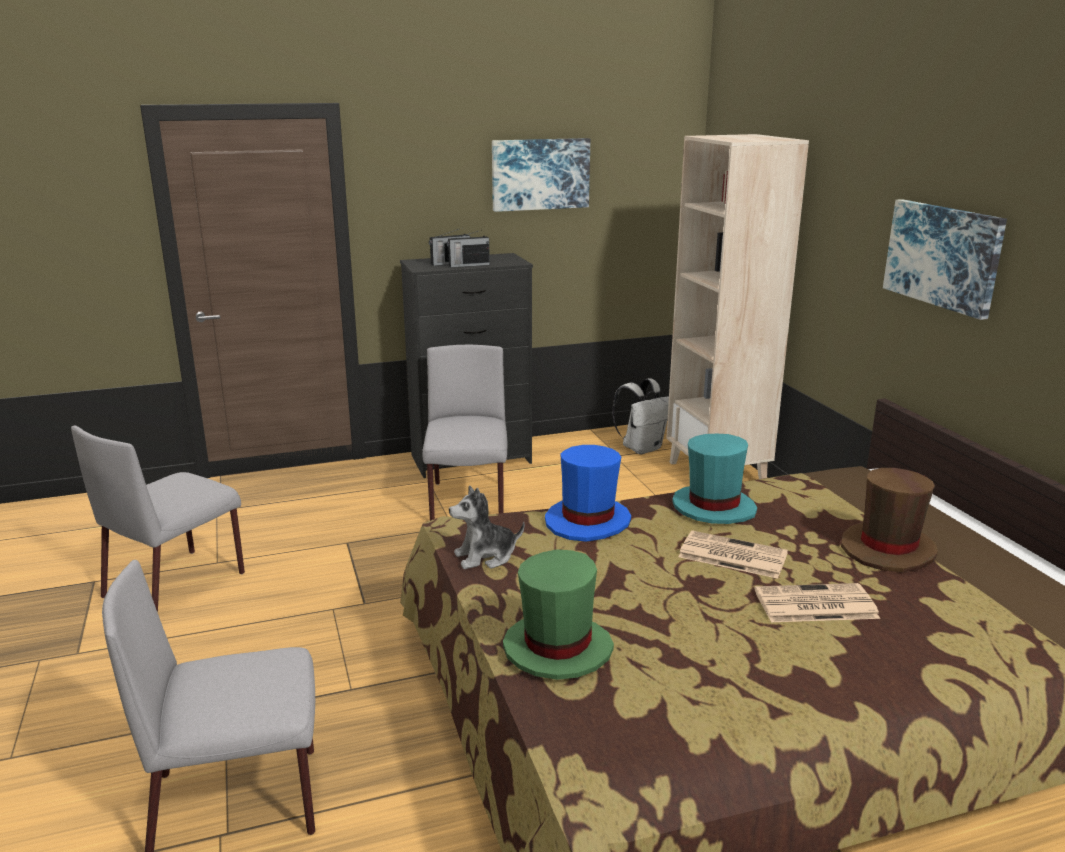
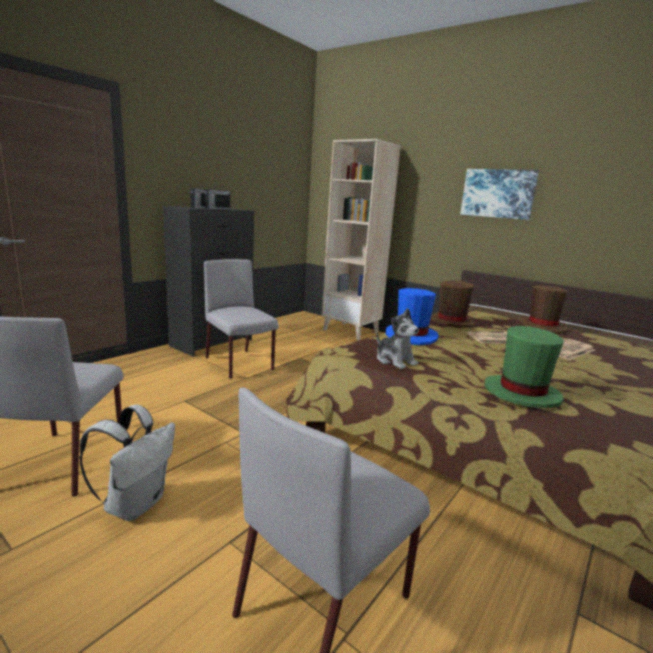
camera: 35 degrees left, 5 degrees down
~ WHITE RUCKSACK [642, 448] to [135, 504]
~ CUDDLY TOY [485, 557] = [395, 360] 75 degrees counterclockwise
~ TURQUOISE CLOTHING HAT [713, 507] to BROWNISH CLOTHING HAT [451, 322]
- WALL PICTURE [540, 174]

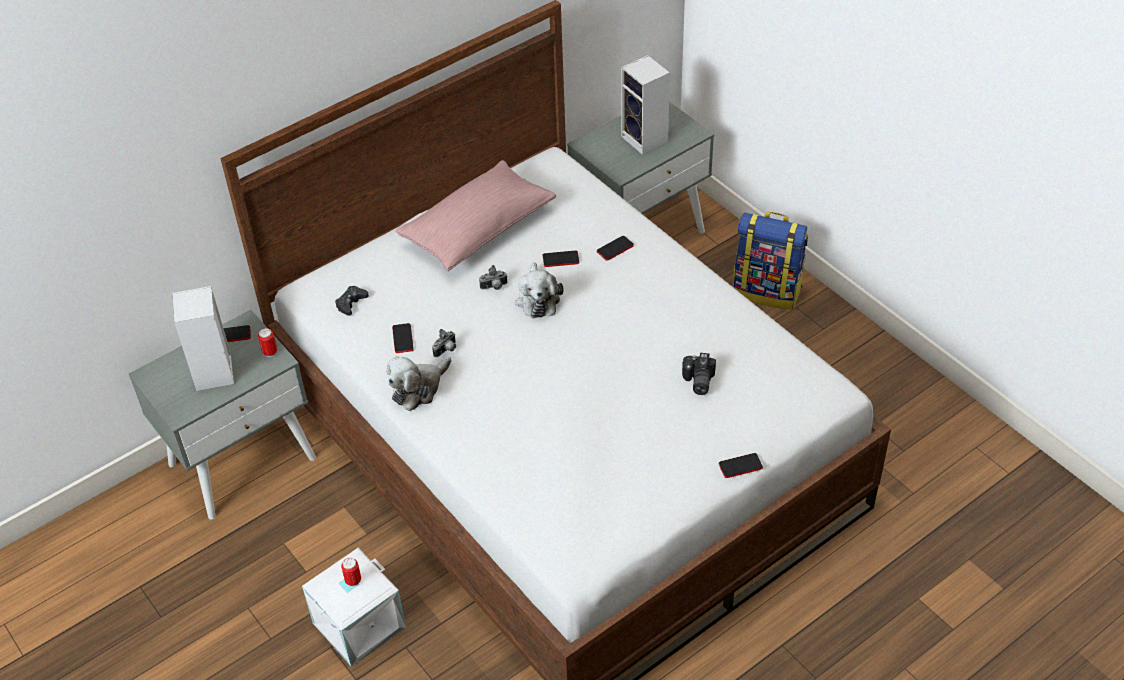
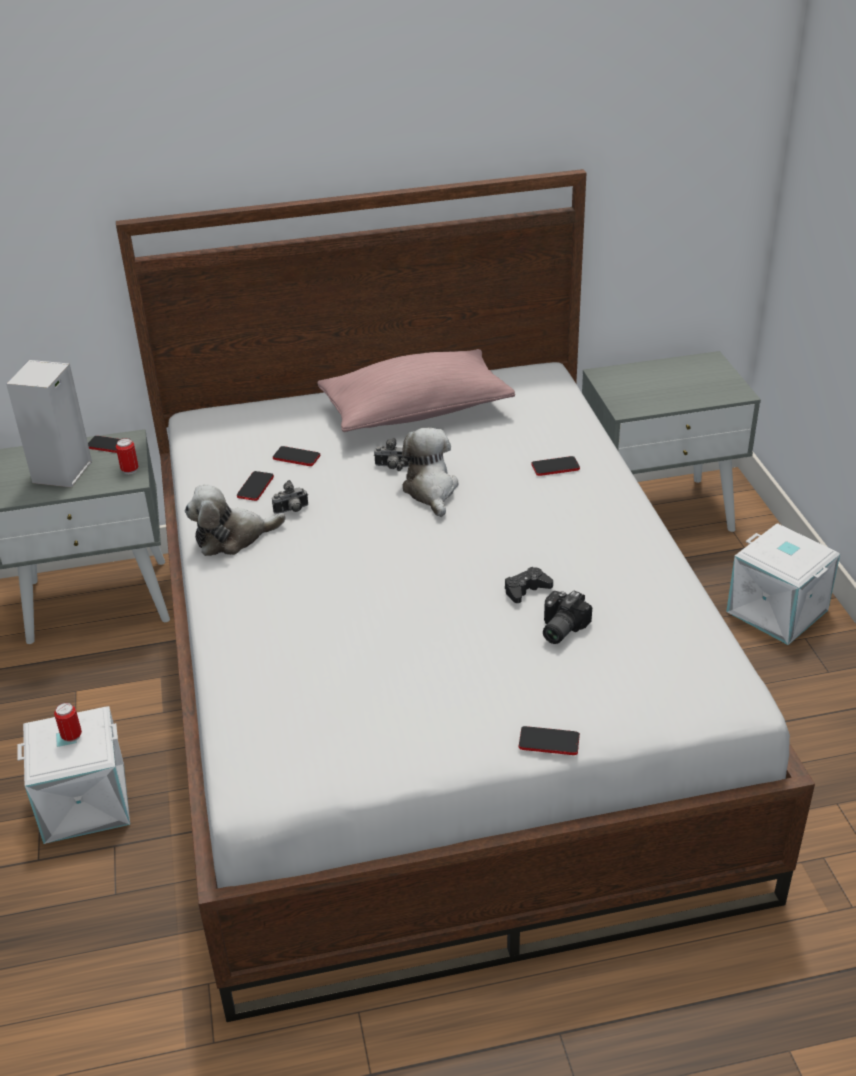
camera: 25 degrees right, 10 degrees down
~ TELEPHONE [560, 259] to [296, 457]
~ CUDDLY TOY [537, 298] = [430, 490] 150 degrees clockwise
~ BLACK-COLOURED JOYPAD [351, 303] to [526, 590]
~ RUCKSACK [767, 290] to WHITE STORAGE CONTAINER [778, 610]
- LOUDSPEAKER [646, 140]

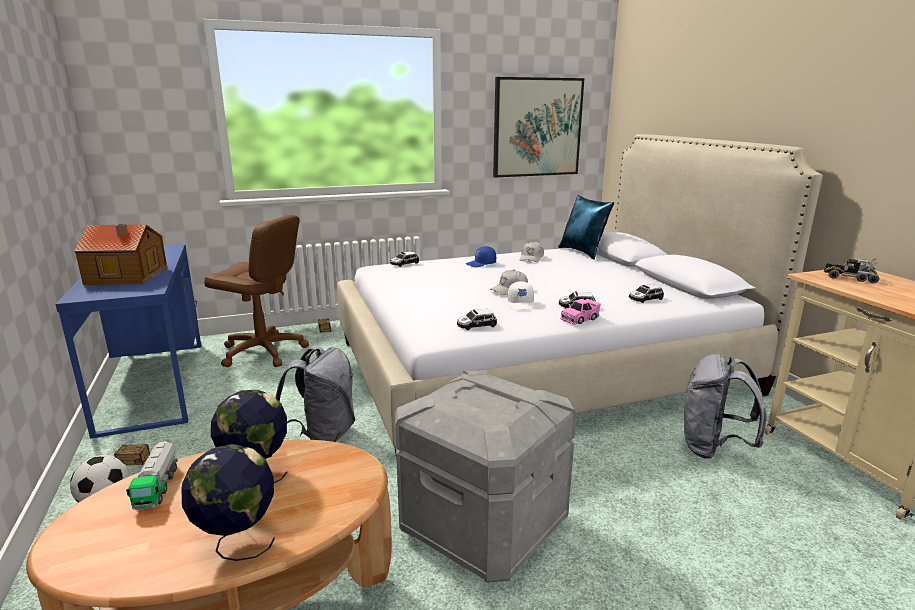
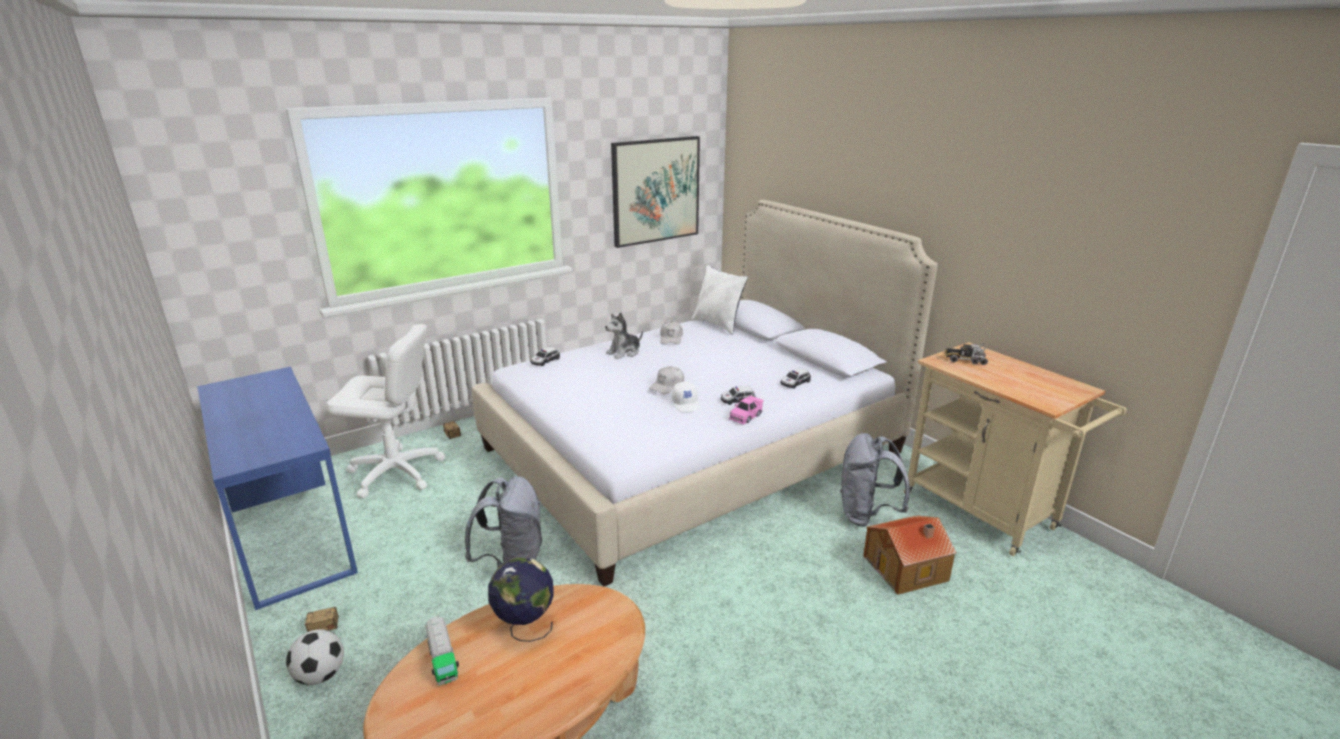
camera: 15 degrees left, 5 degrees up
~ BROWNISH OFFICE CHAIR [263, 352] to WHITE OFFICE CHAIR [396, 473]
~ BLUE-COLOURED CAP [481, 264] to CUDDLY TOY [624, 352]
~ BLUE-COLOURED PILLOW [583, 252] to WHITE PILLOW [718, 325]
~ TOY HOUSE [127, 276] to [907, 569]
- GLOBE [237, 542]
- GRAY STORAGE CONTAINER [482, 525]
- TOY CAR [476, 325]

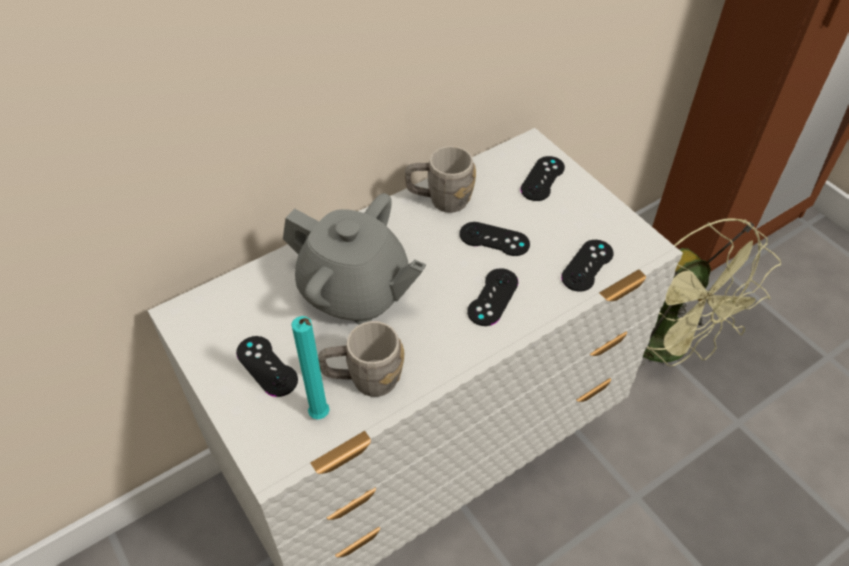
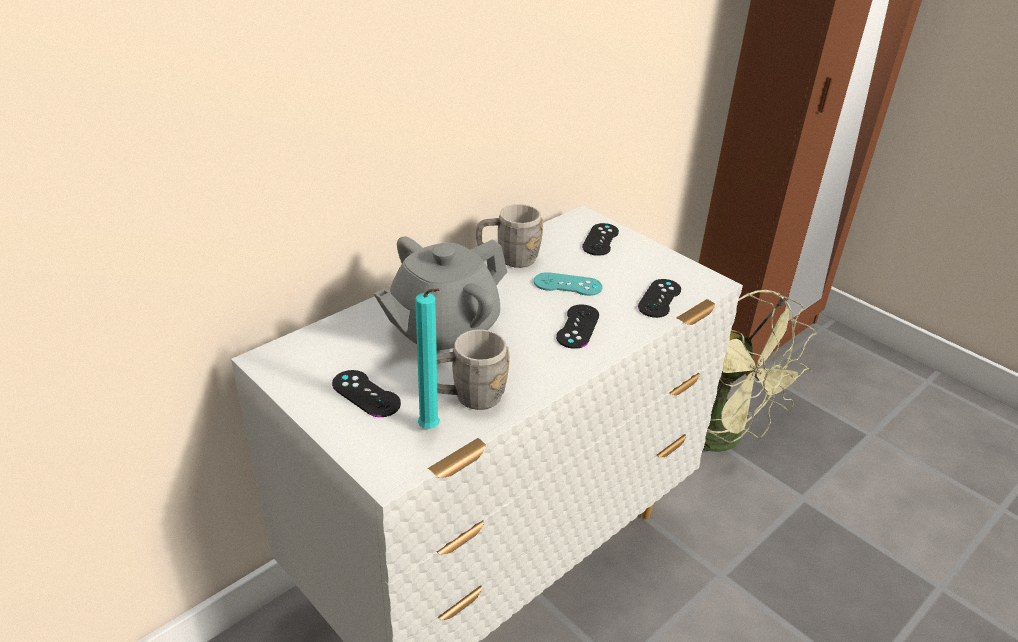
camera: 10 degrees left, 15 degrees down
~ GRAY TEAPOT [355, 292] = [443, 331] 120 degrees clockwise
~ BLACK-COLOURED JOYPAD [494, 239] to TURQUOISE JOYPAD [567, 284]

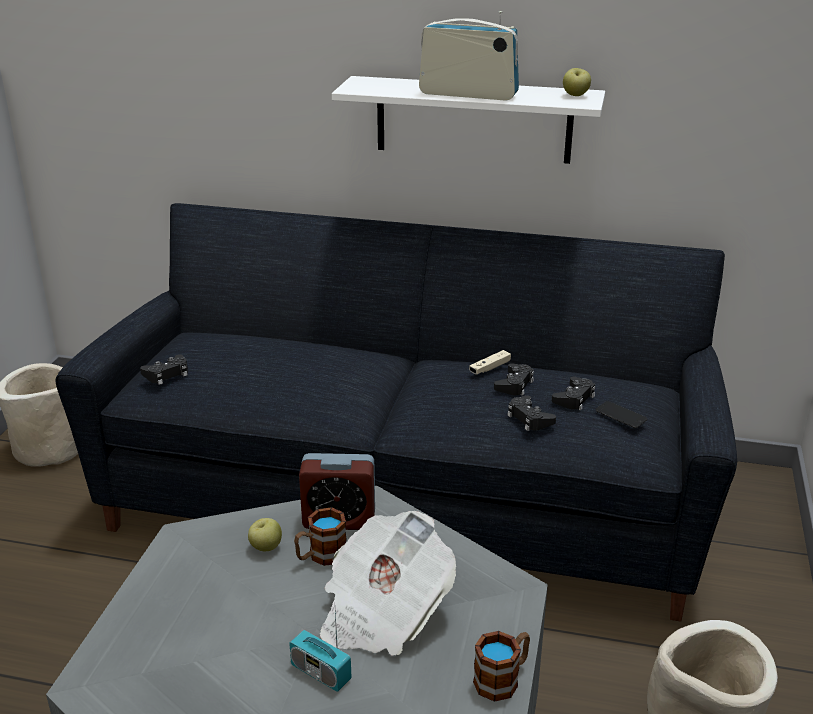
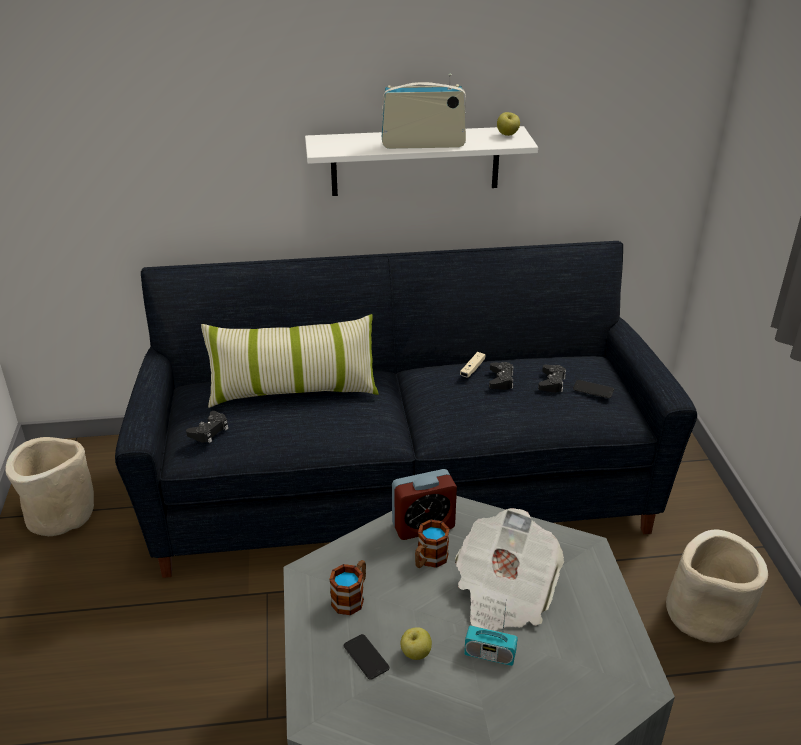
camera: 20 degrees left, 5 degrees up
+ PILLOW [293, 390]
~ MUG [503, 678] to [351, 597]
+ TELEPHONE [366, 657]
~ APPLE [265, 547] to [416, 654]
- BLACK-COLOURED JOYPAD [529, 418]

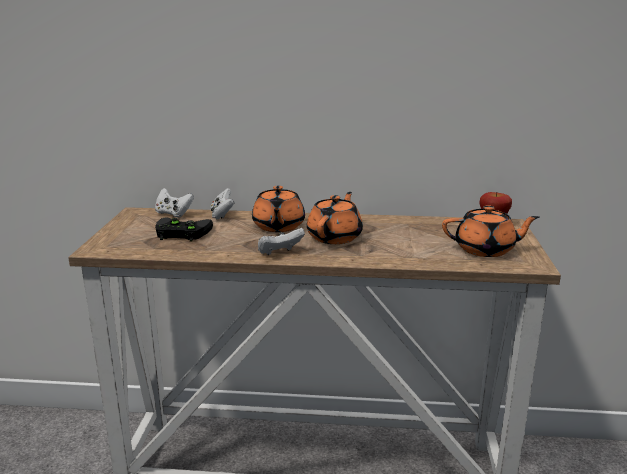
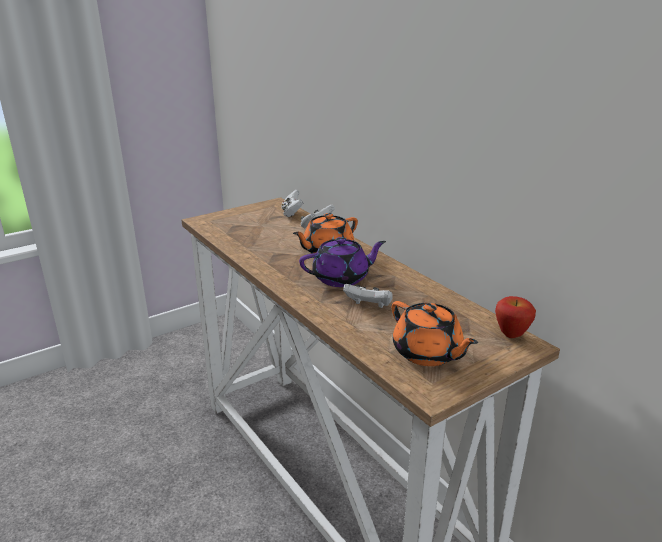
camera: 50 degrees right, 5 degrees up
~ ORANGEY TEAPOT [335, 237] to PURPLISH TEAPOT [342, 278]
~ WHITE JOYPAD [279, 253] to [369, 306]
- BLACK-COLOURED JOYPAD [180, 233]

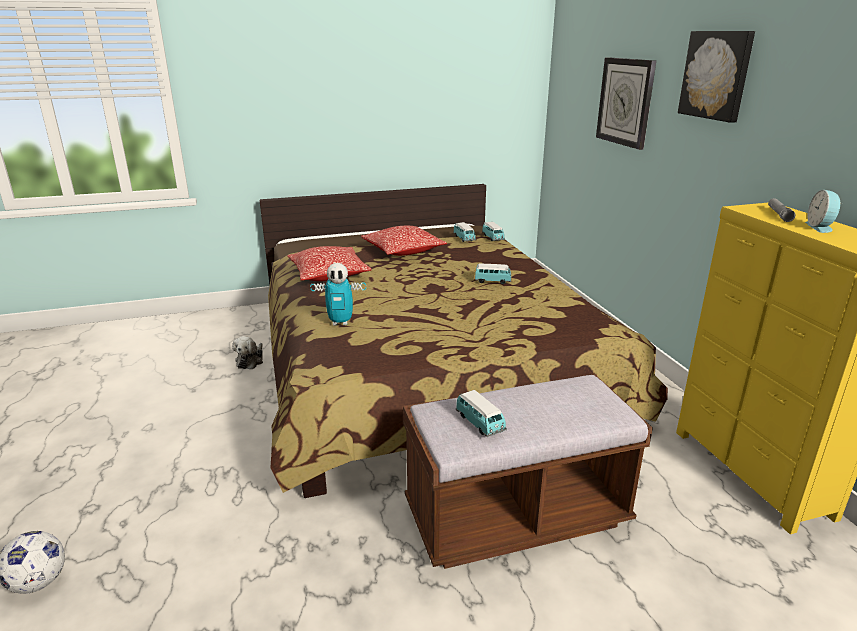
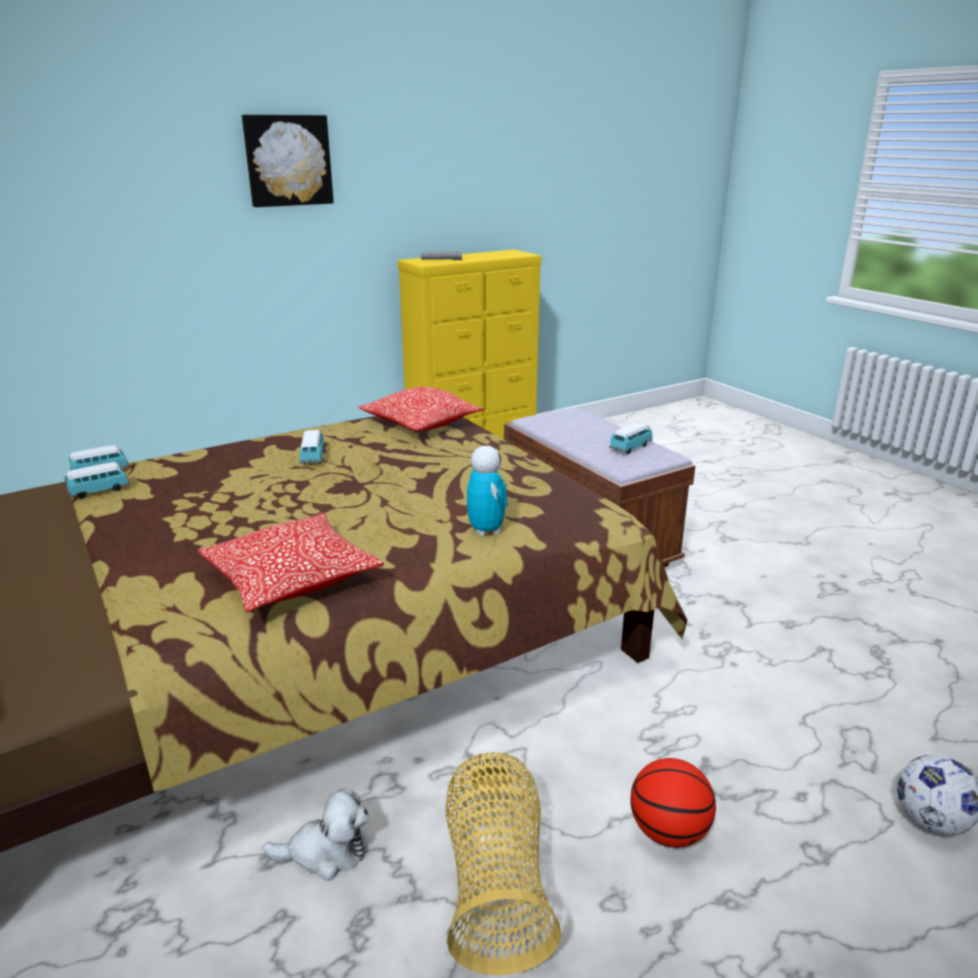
camera: 105 degrees left, 0 degrees up
~ PILLOW [403, 251] to [421, 424]
+ HOUSEHOLD BASKET [496, 884]
+ BASKETBALL BALL [668, 832]
- CLOCK ON THE WALL [625, 102]
- BEDSIDE CLOCK [820, 227]

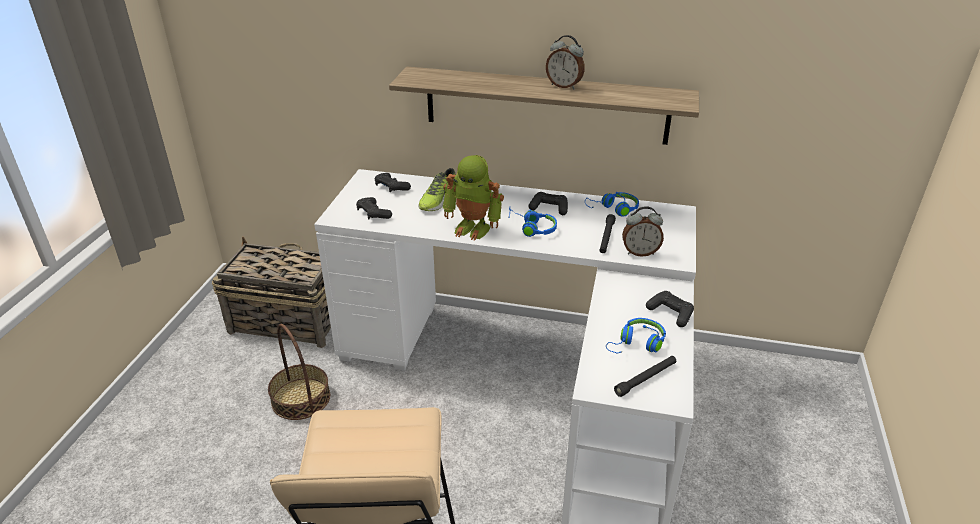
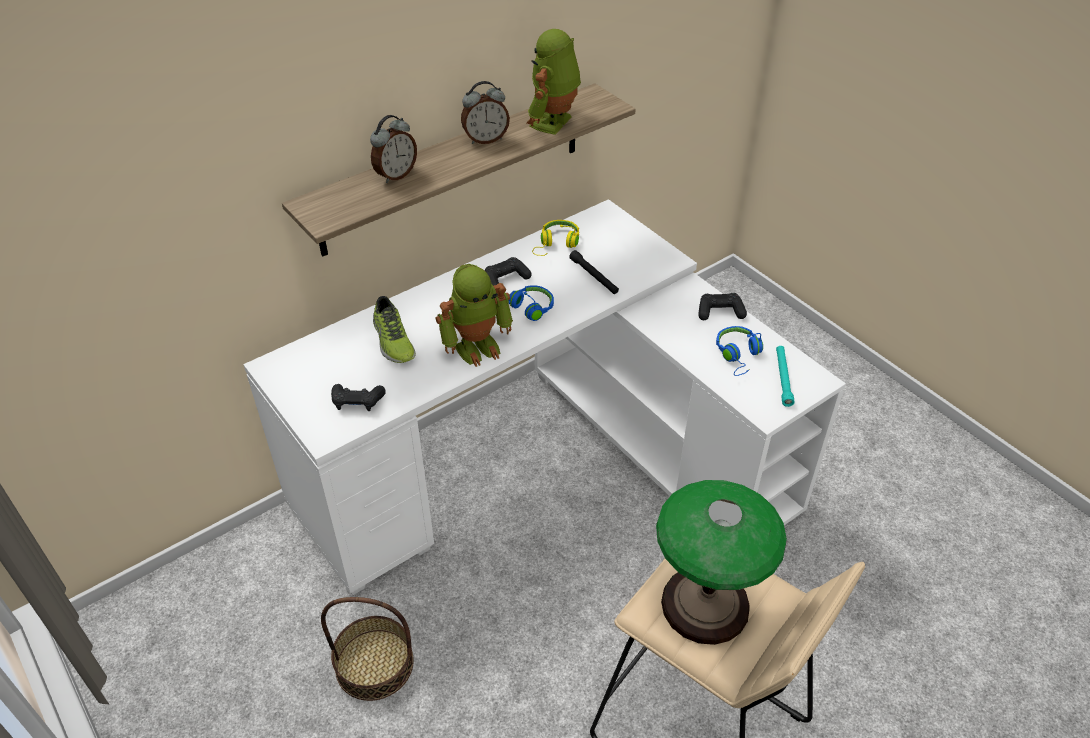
camera: 50 degrees left, 10 degrees up
~ BEDSIDE CLOCK [640, 252] to [395, 175]
+ ROBOT FIGURE [554, 123]
~ BLUE-COLOURED HEADPHONES [614, 209] to YELLOW HEADPHONES [556, 244]
+ TABLE LAMP [705, 604]
~ BLACK-COLOURED HAND TORCH [646, 379] to TURQUOISE HAND TORCH [783, 378]
- HOUSEHOLD BASKET [286, 320]
- BLACK-COLOURED JOYPAD [391, 187]

